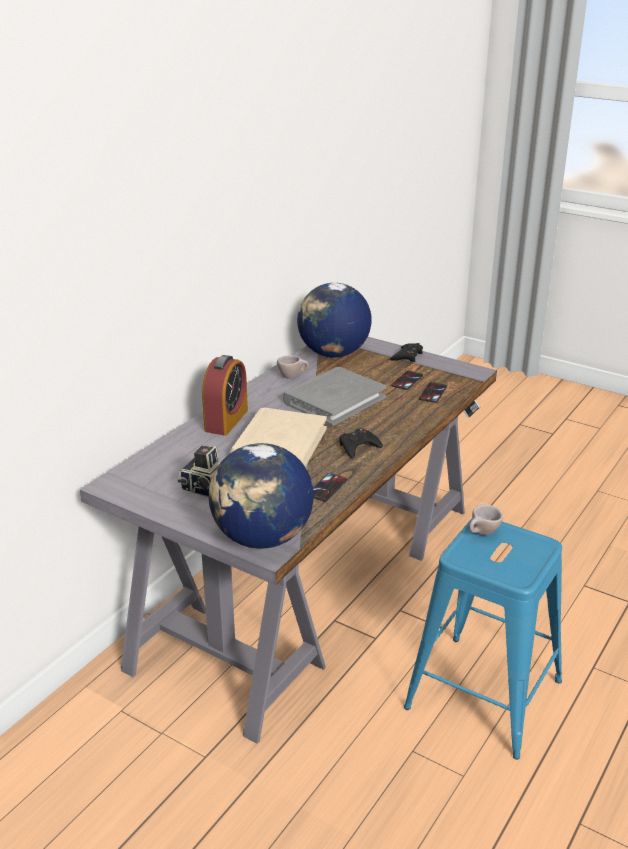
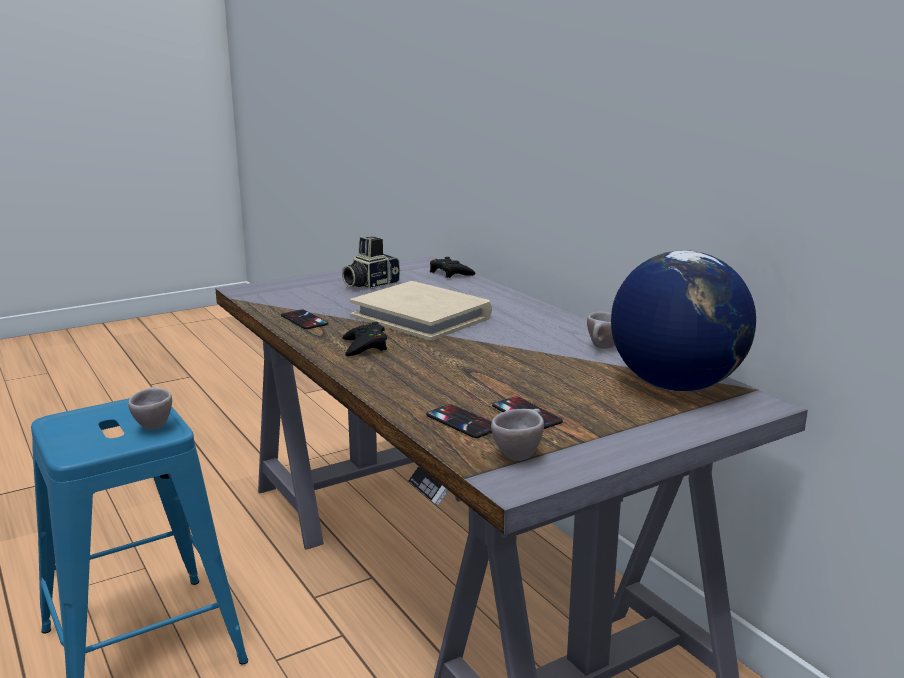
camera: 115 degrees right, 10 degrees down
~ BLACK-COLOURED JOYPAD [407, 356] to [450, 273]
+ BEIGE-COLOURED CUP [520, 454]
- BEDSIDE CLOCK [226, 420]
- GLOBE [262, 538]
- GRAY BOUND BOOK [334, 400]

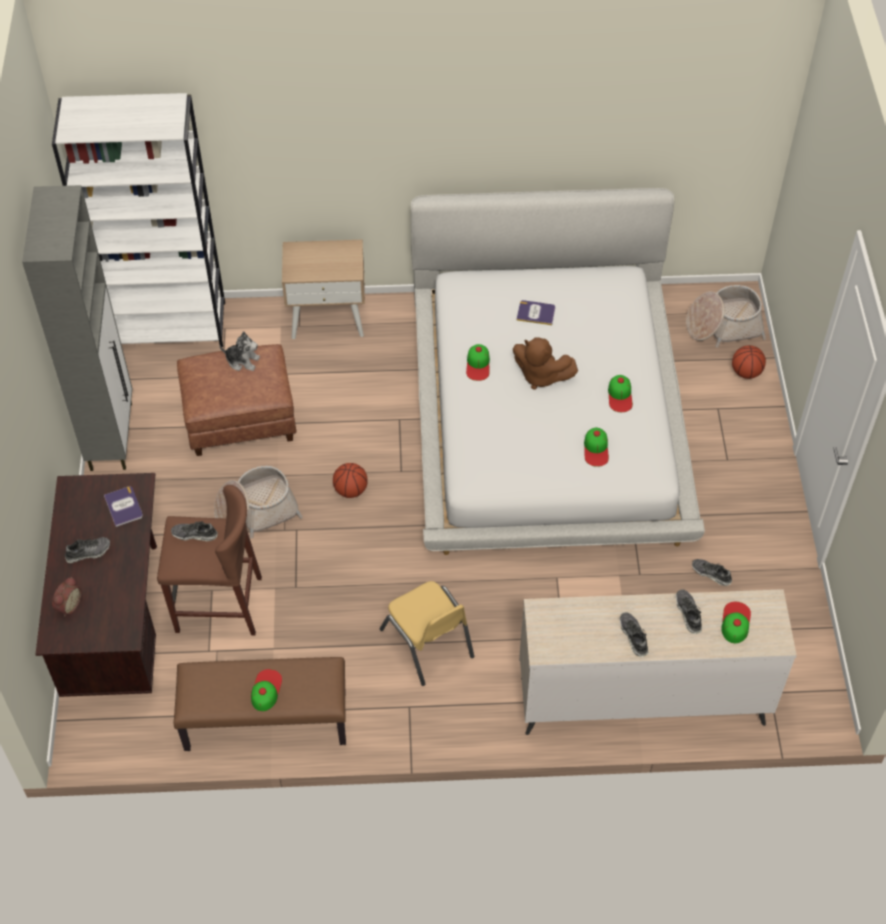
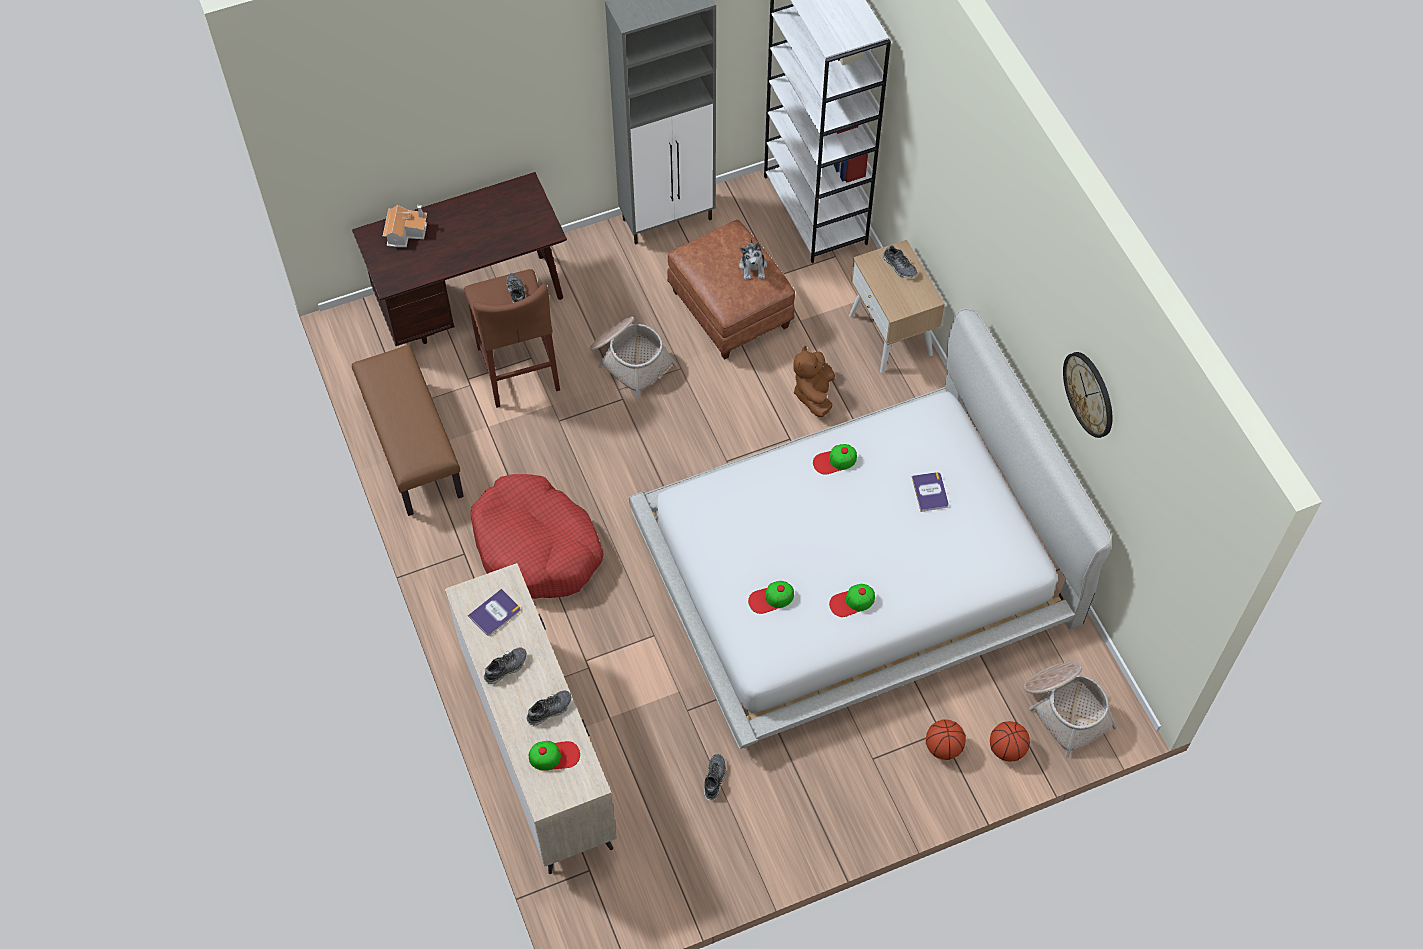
camera: 70 degrees right, 5 degrees up
~ BEDSIDE CLOCK [68, 605] to TOY HOUSE [406, 231]
~ BOUND BOOK [123, 506] to [495, 613]
~ YELLOW CHAIR [427, 643] to RED-COLOURED DOG CUSHION [537, 547]
~ BROWNISH CUDDLY TOY [540, 376] to [814, 394]
~ LOW SHOE [88, 552] to [899, 266]
~ BASKETBALL BALL [350, 490] to [943, 747]
+ CLOCK ON THE WALL [1089, 394]
- CAP [266, 690]

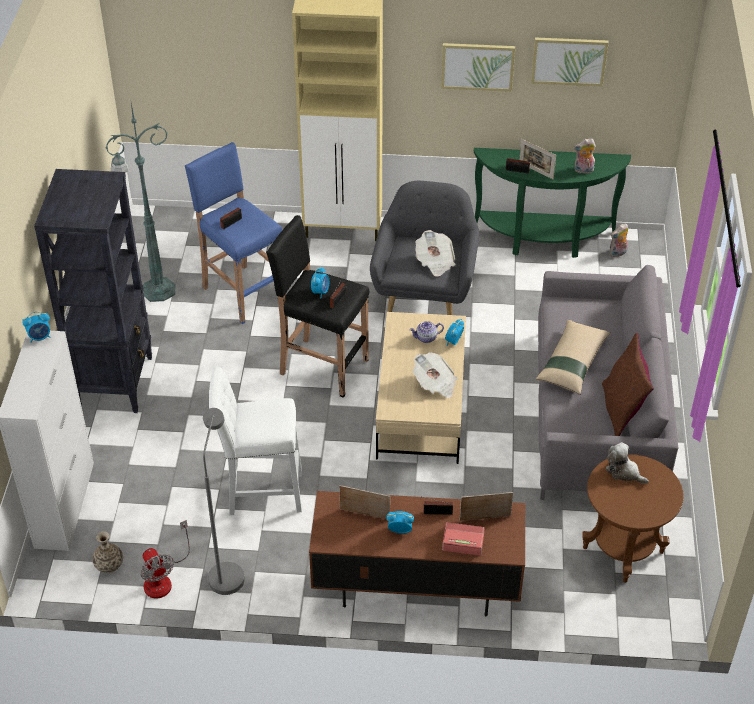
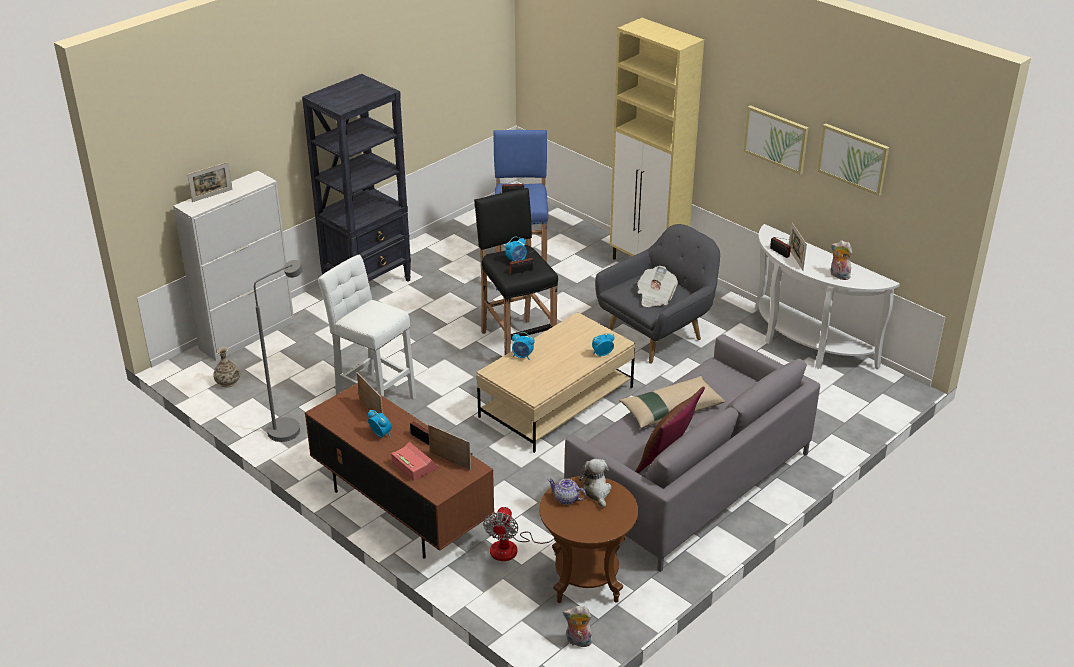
camera: 40 degrees right, 10 degrees down
+ PICTURE FRAME [212, 195]
~ FAN [163, 578] to [513, 547]
~ BEDSIDE CLOCK [40, 337] to [522, 356]
~ TEAPOT [426, 338] to [566, 499]
~ CUDDLY TOY [617, 253] to [578, 642]
~ GREEN NARROW TABLE [544, 241] to WHITE NARROW TABLE [805, 345]
- GREEN STANDARD LAMP [156, 290]
- PRINTED PAPER [435, 384]

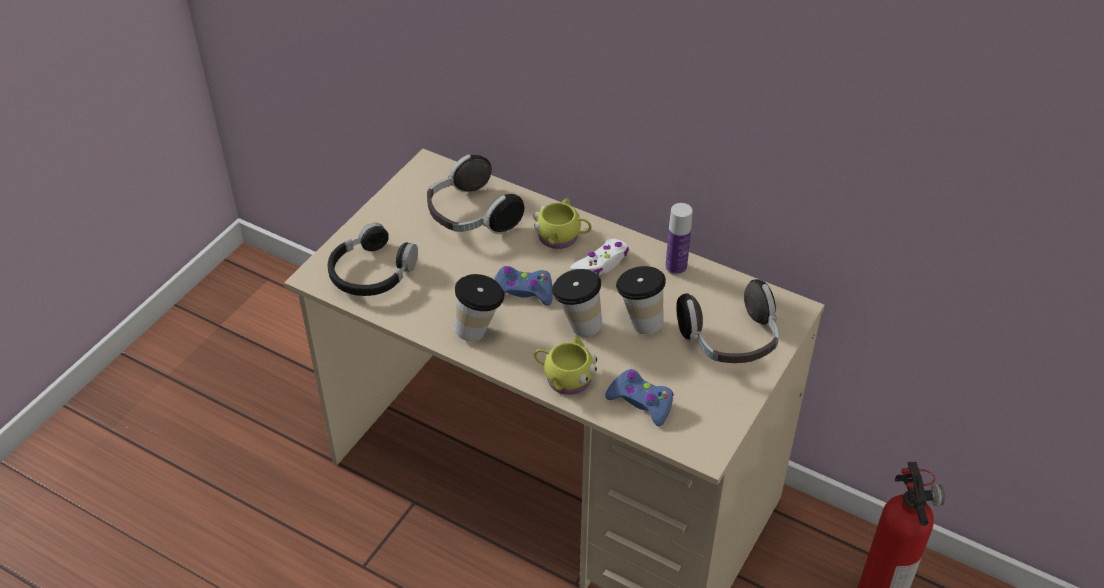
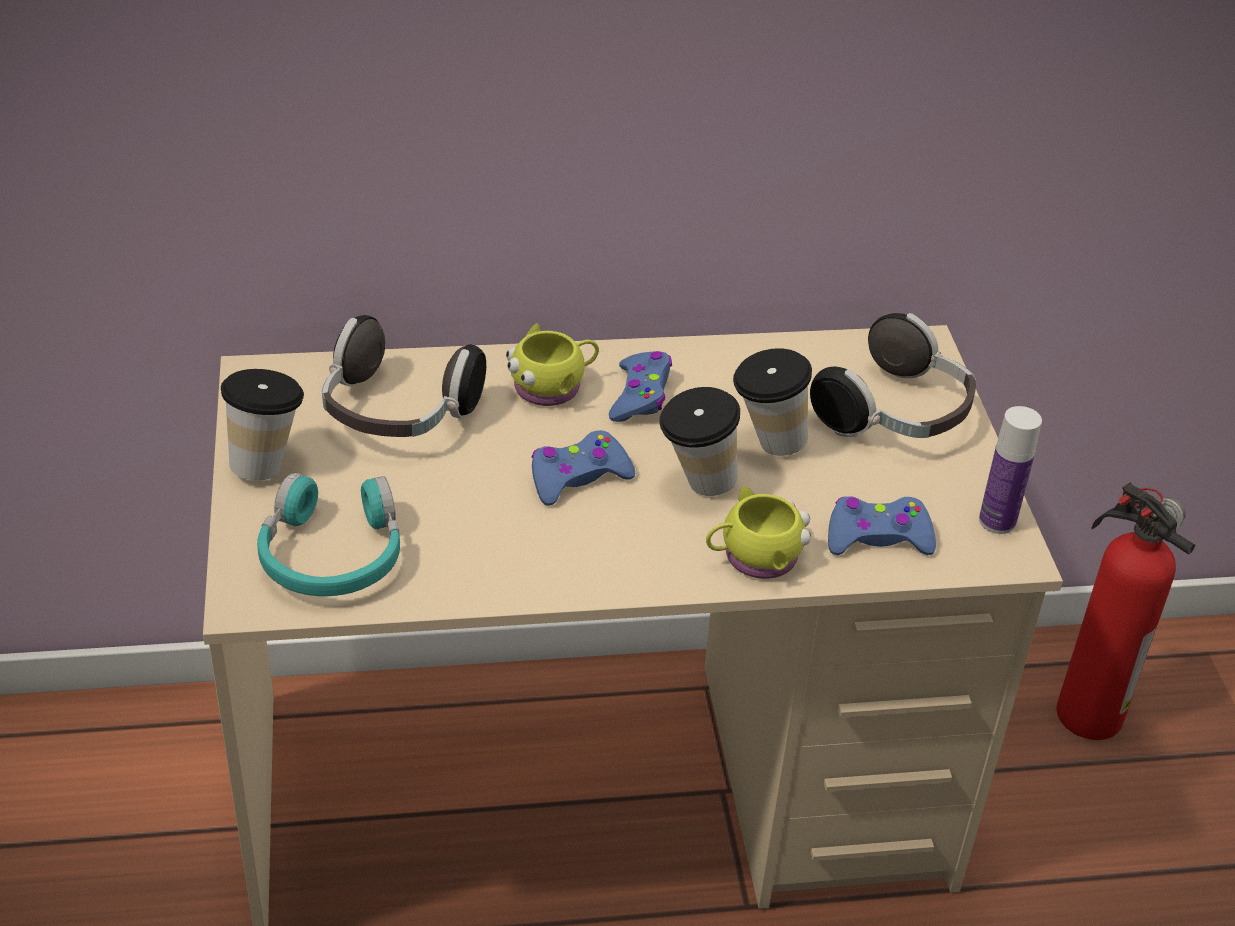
camera: 40 degrees left, 5 degrees down
~ CUP [480, 331] to [268, 462]
~ BLACK-COLOURED HEADPHONES [372, 272] to TURQUOISE HEADPHONES [332, 554]
~ WHITE JOYPAD [601, 263] to BLUE-COLOURED JOYPAD [640, 395]
~ BEVERAGE BOTTLE [676, 267] to [997, 521]

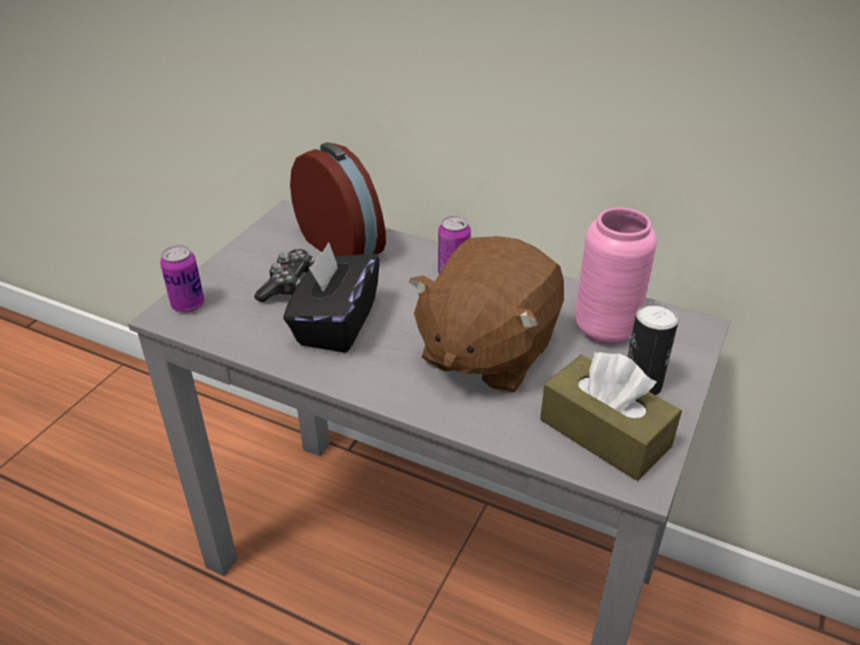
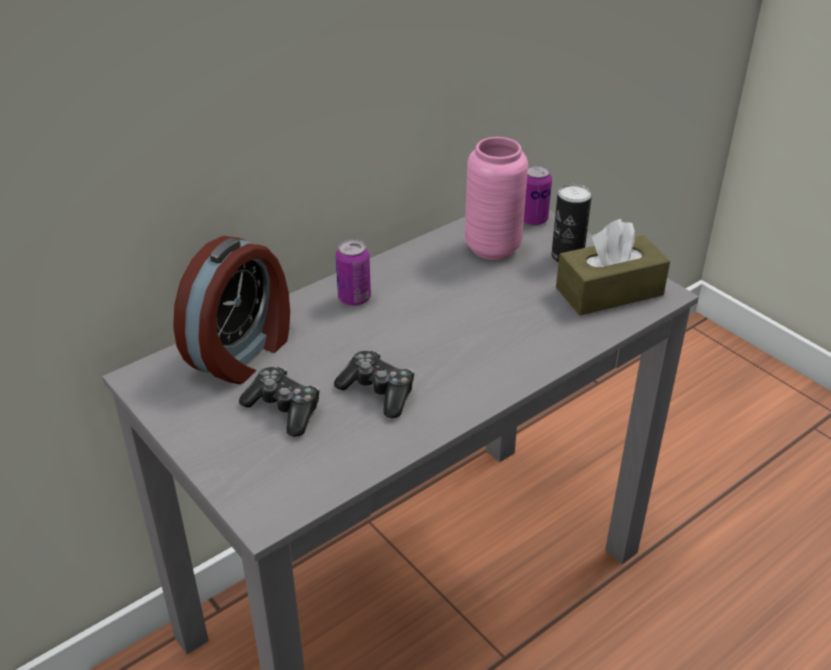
camera: 65 degrees left, 0 degrees up
~ BEDSIDE CLOCK [343, 245] = [243, 353] 135 degrees clockwise
~ BLACK-COLOURED BOX OF TISSUES [335, 324] to JOYPAD [378, 392]
~ METAL CAN [188, 305] to [533, 219]
- BROWNISH CUDDLY TOY [486, 352]

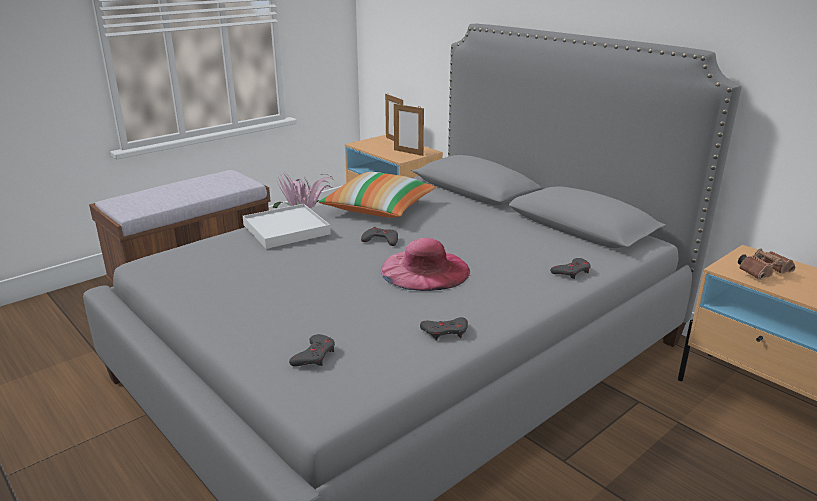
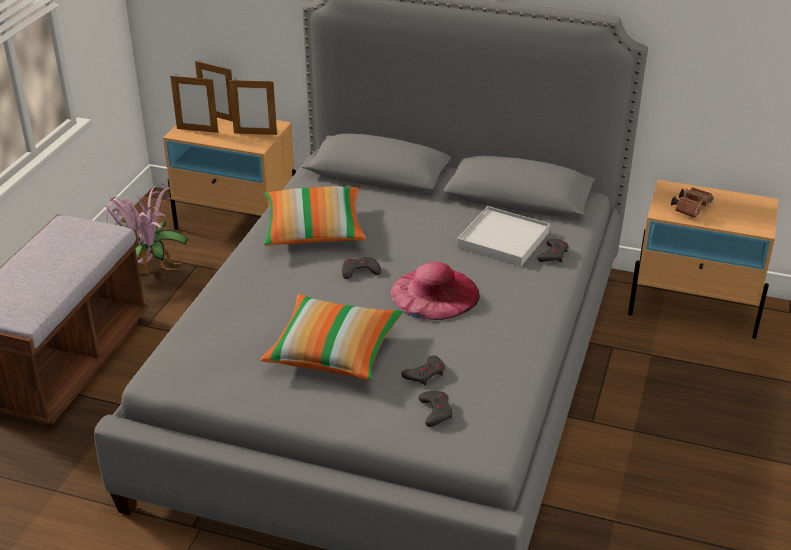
camera: 30 degrees left, 10 degrees up
+ PICTURE FRAME [197, 130]
+ PILLOW [334, 351]
~ GRAY JOYPAD [445, 332] to [425, 374]
~ WHITE TRAY [286, 229] to [503, 239]

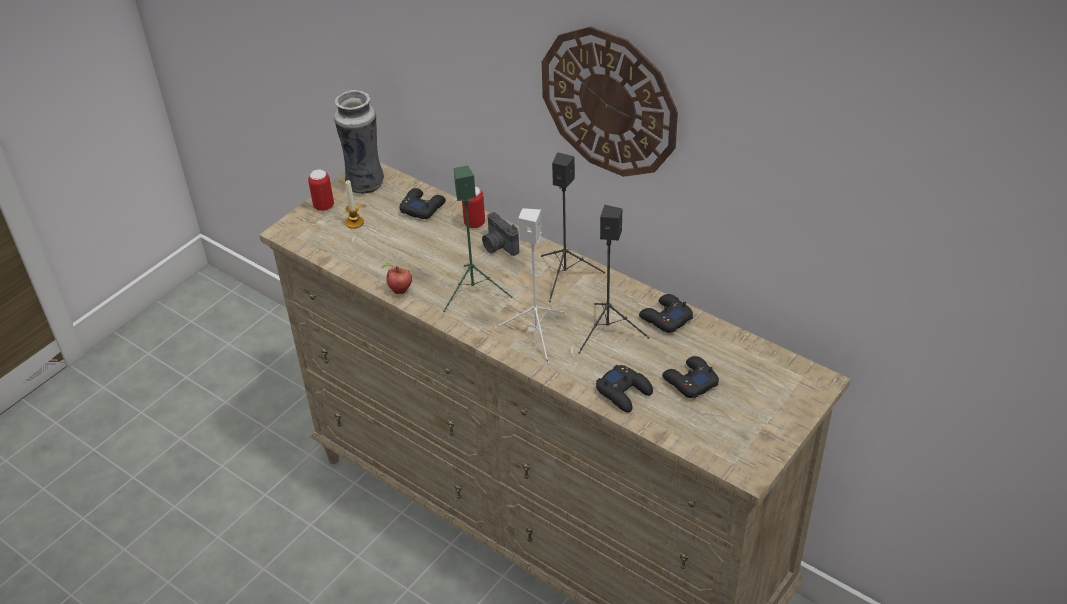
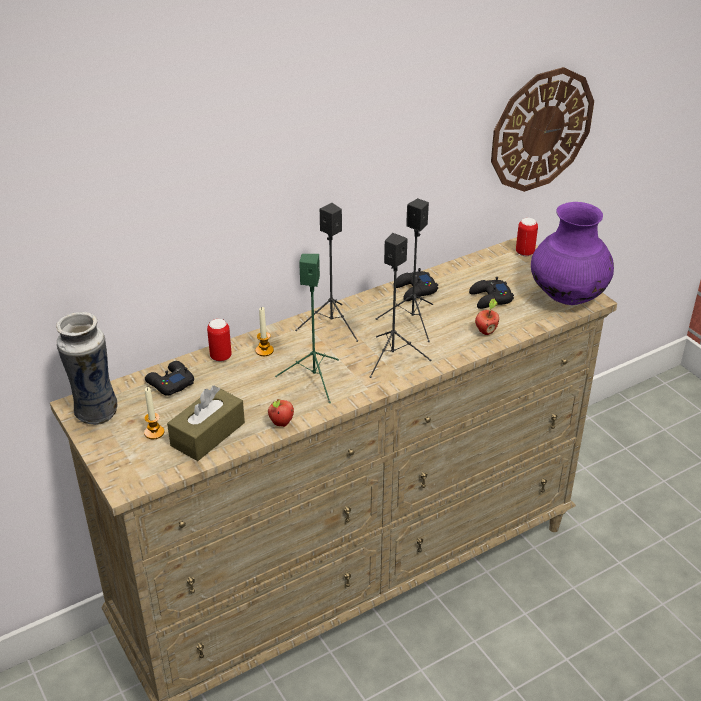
camera: 70 degrees left, 5 degrees down
+ BROWNISH BOX OF TISSUES [208, 434]
~ STILL CAMERA [498, 246] to WAX CANDLE [264, 350]
~ WHITE LOUDSPEAKER [536, 333] to BLACK-COLOURED LOUDSPEAKER [391, 357]
~ BLACK-COLOURED JOYPAD [624, 392] to APPLE [486, 331]
~ CLOCK ON THE WALL [609, 102] to [541, 130]
~ METAL CAN [324, 206] to [525, 253]
+ PURPLISH FLOWER VASE [567, 297]

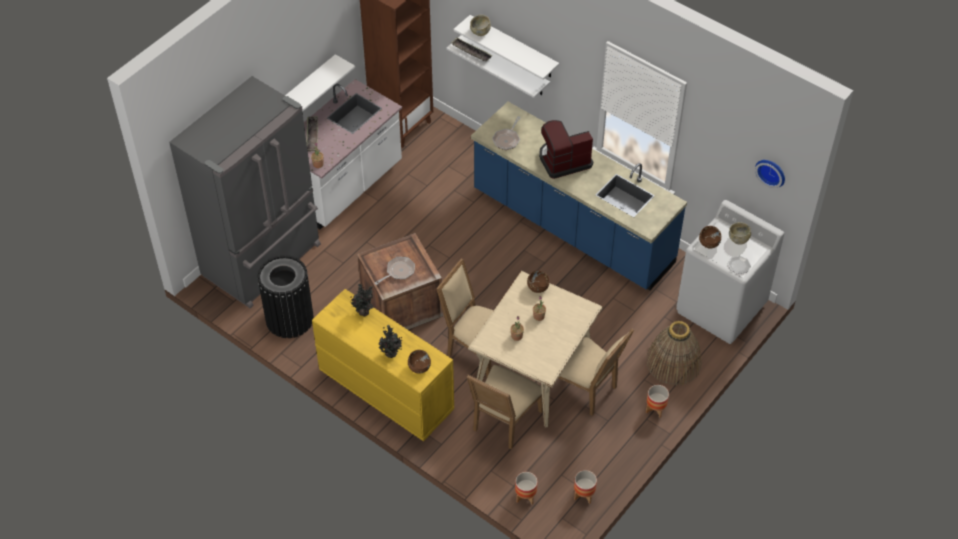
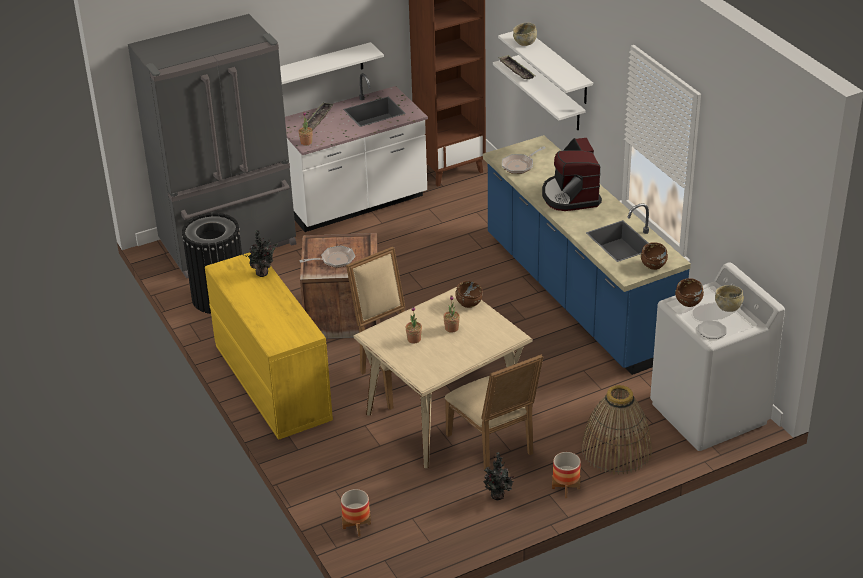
camera: 25 degrees right, 15 degrees down
~ HOUSEPLANT [391, 354] to [498, 497]
~ COFFEE MAKER [564, 160] = [570, 196] 105 degrees counterclockwise
~ BROWNISH BOWL [419, 367] to [653, 265]
- BEIGE-COLOURED CHAIR [503, 422]
- PLANTER [584, 495]
- CLOCK ON THE WALL [771, 171]

